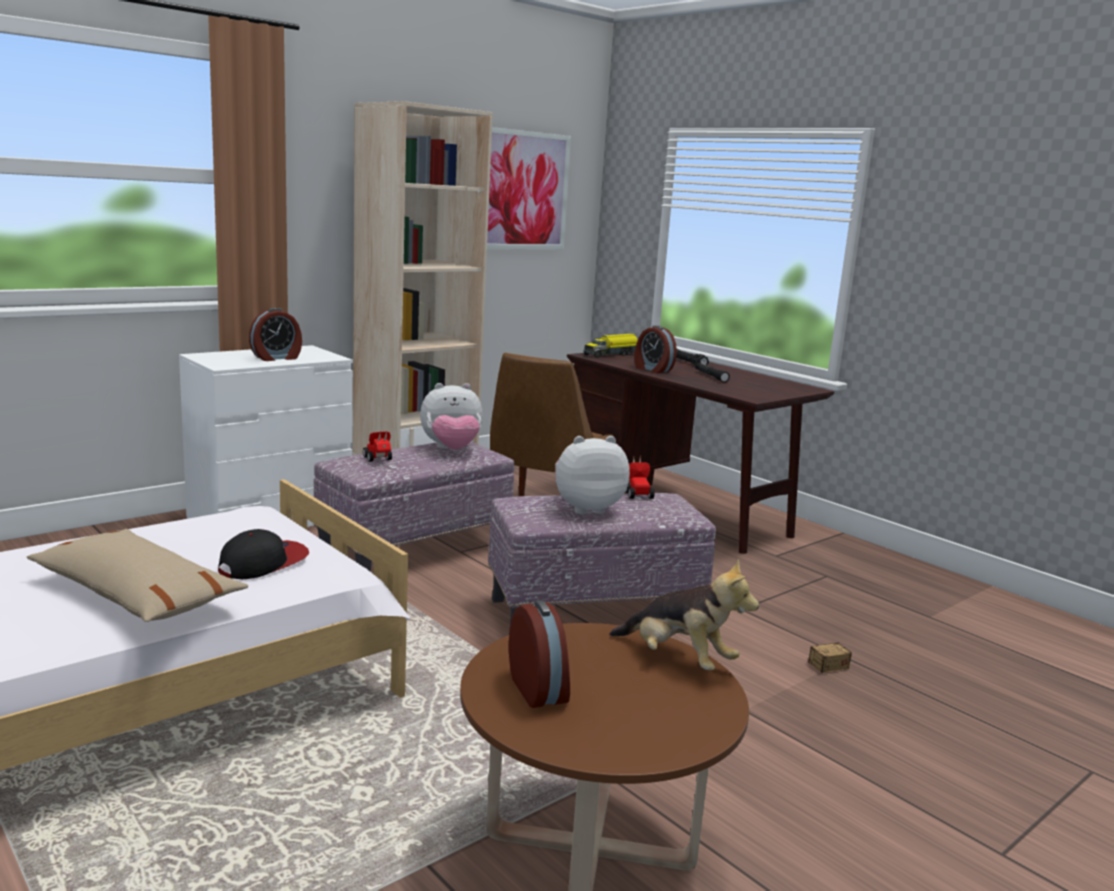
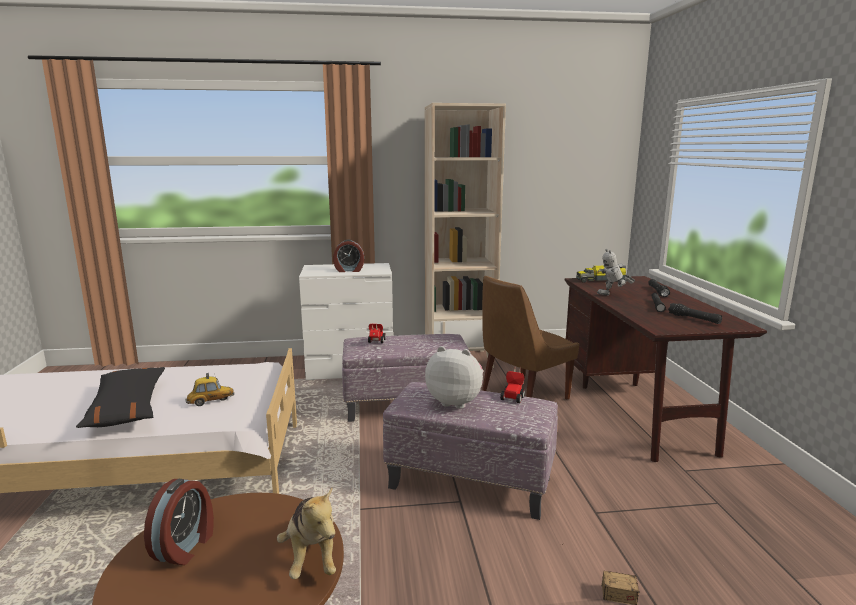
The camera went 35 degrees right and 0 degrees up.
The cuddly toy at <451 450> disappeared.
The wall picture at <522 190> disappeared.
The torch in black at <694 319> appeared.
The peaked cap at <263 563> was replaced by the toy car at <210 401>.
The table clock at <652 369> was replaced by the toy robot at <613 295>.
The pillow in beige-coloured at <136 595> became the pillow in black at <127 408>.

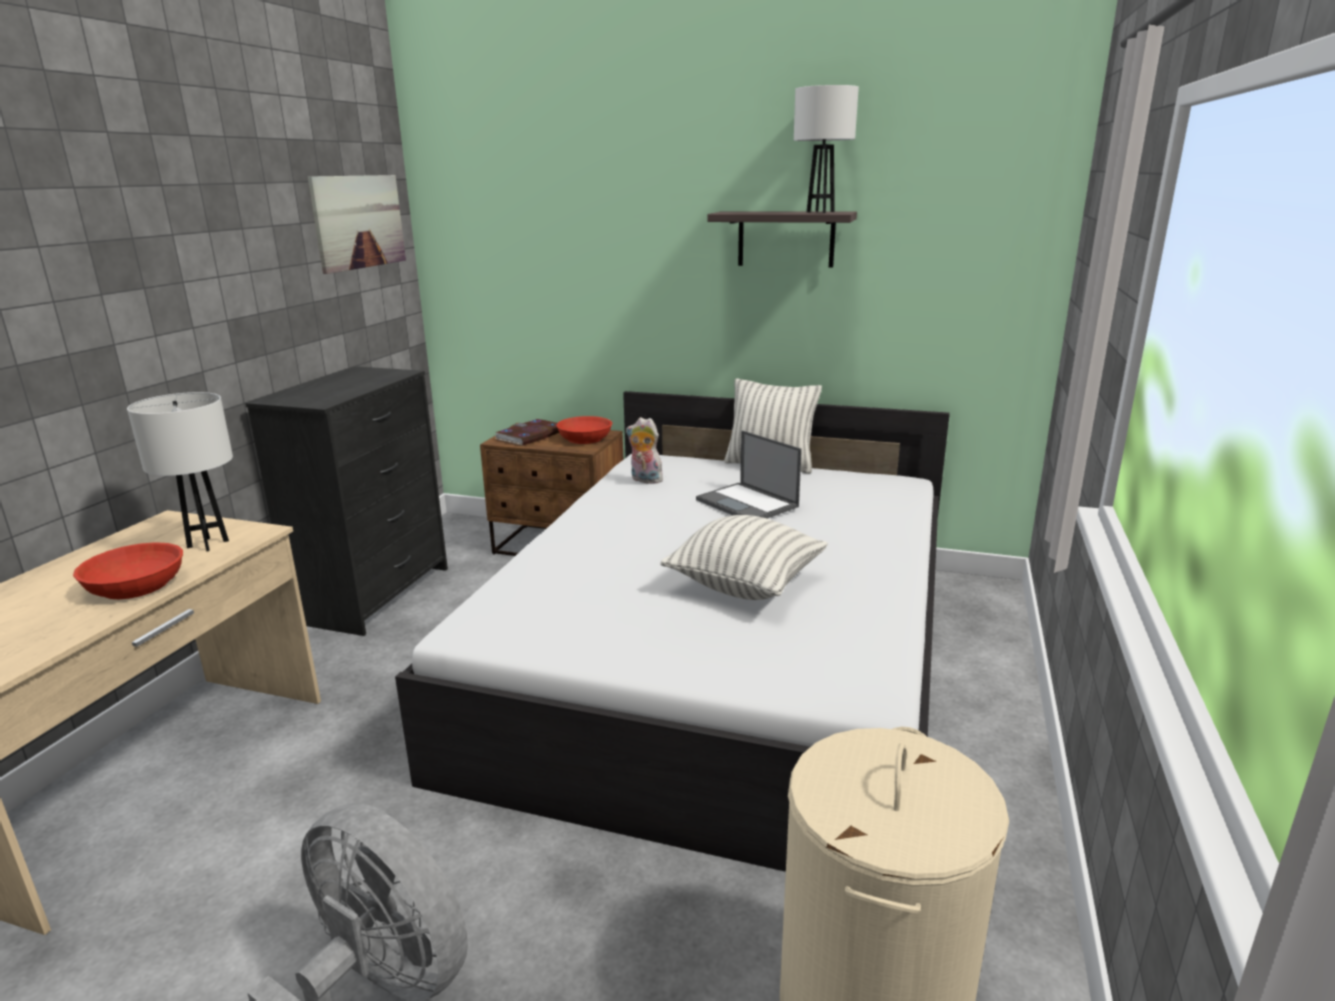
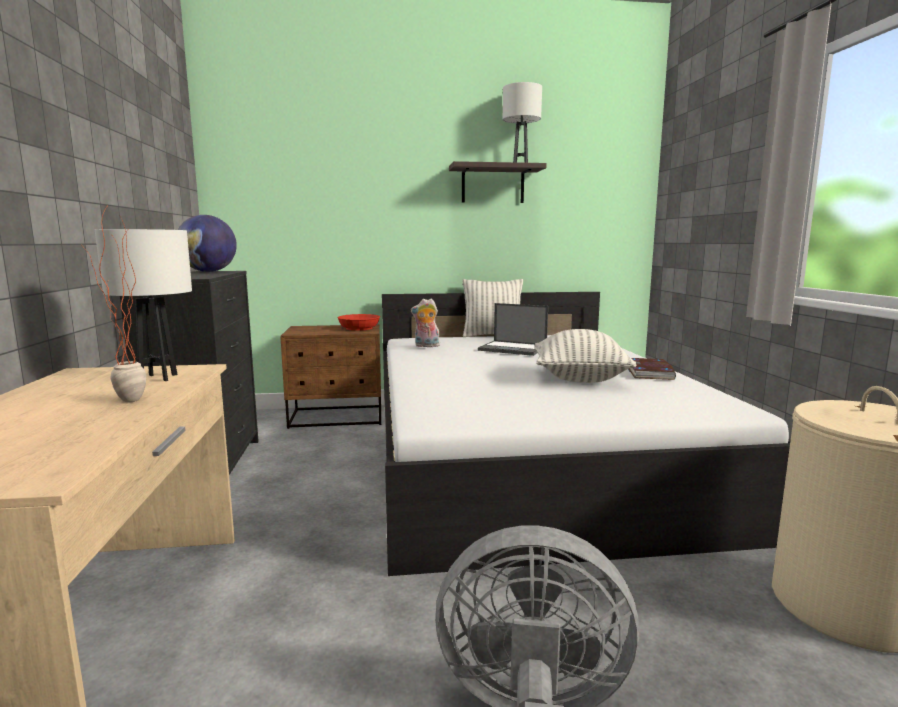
The camera went 25 degrees left and 10 degrees down.
The wall picture at <359 222> disappeared.
The desk globe at <209 271> appeared.
The volume moved from <530 436> to <650 372>.
The bowl in reddish at <136 585> was replaced by the plant in a pot at <127 403>.

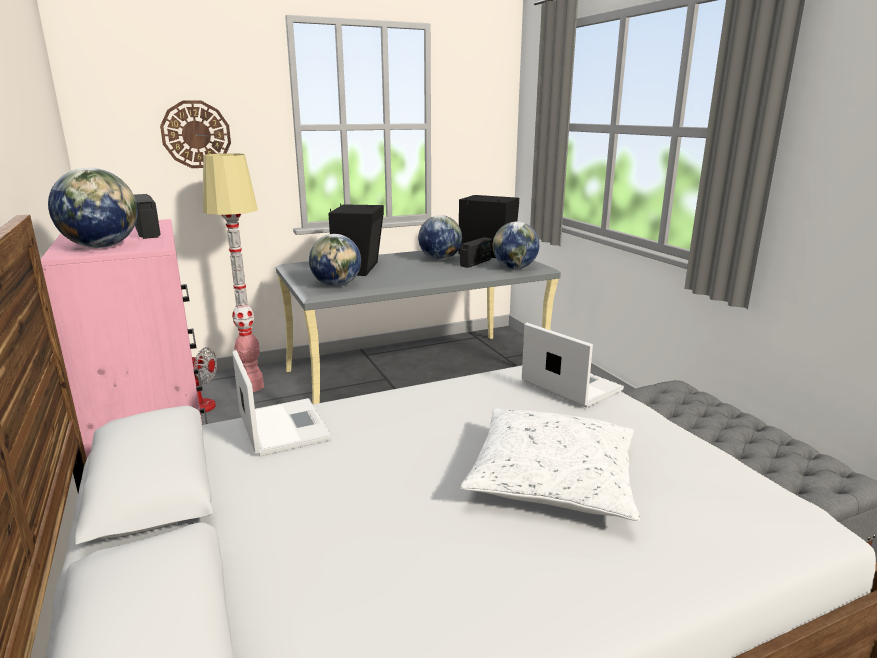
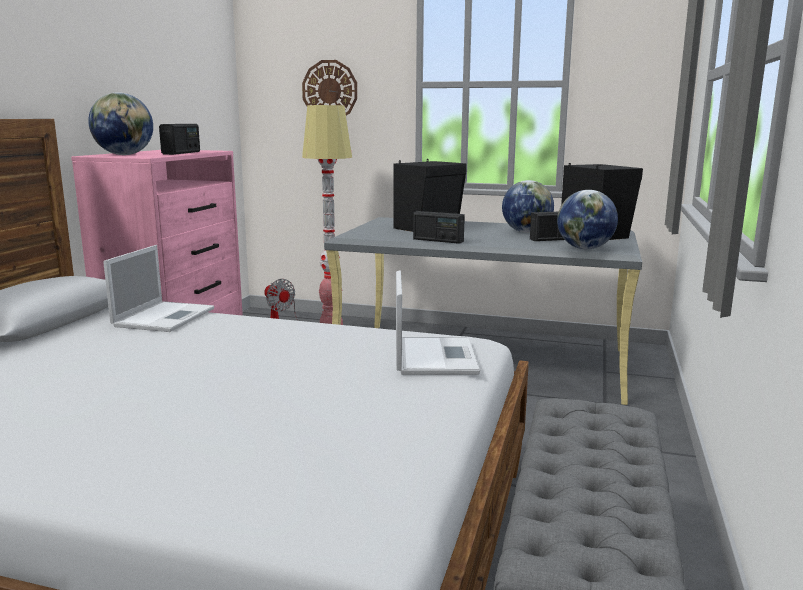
The camera went 40 degrees right and 5 degrees down.
The desk globe at <337 285> disappeared.
The pillow in white at <553 478> disappeared.
The radio receiver at <438 240> appeared.

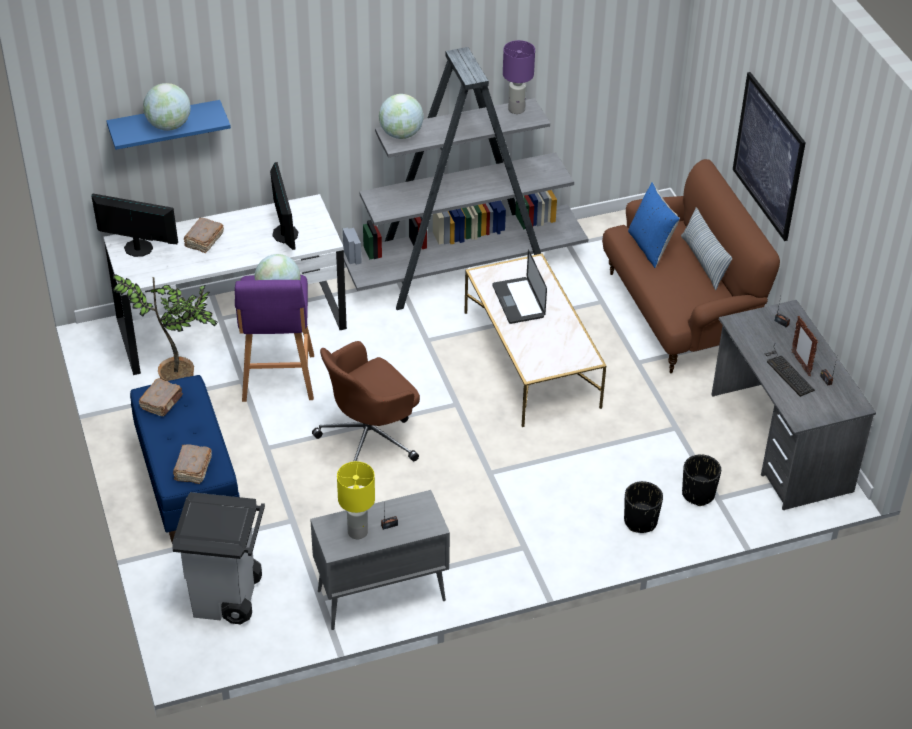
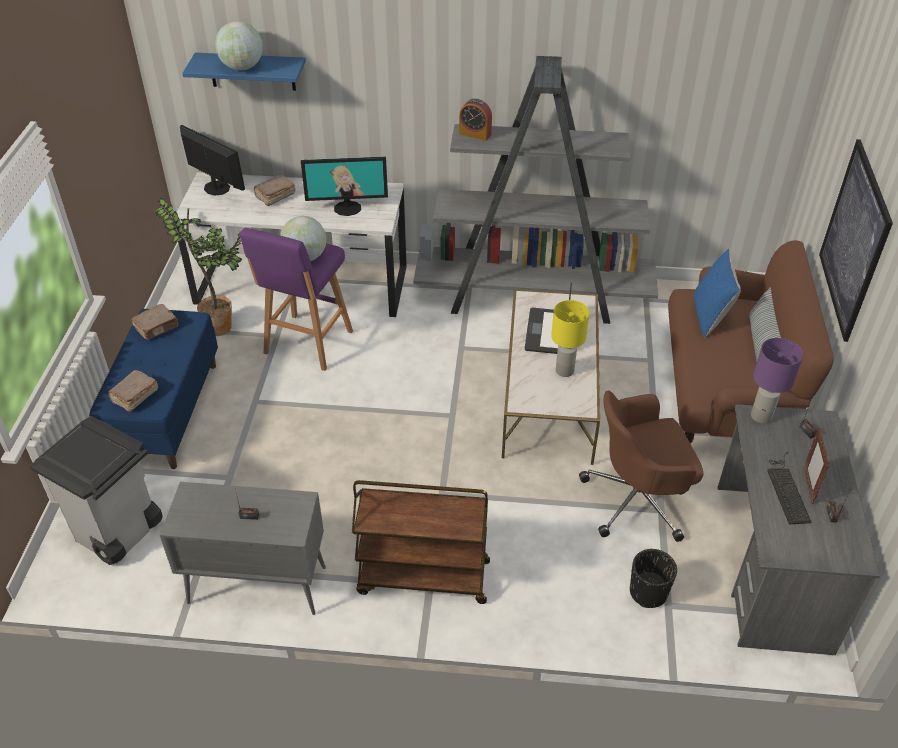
The camera went 25 degrees right and 0 degrees up.
The planter in black at <640 521> disappeared.
The cart in brownish at <422 578> appeared.
The computer chair in brownish moved from <370 438> to <638 500>.
The tabletop lamp in yellow moved from <357 532> to <564 370>.
The tabletop lamp in purple moved from <517 109> to <762 416>.
The desk globe at <401 134> was replaced by the table clock at <475 134>.
The computer screen at <284 234> turned 75 degrees clockwise.

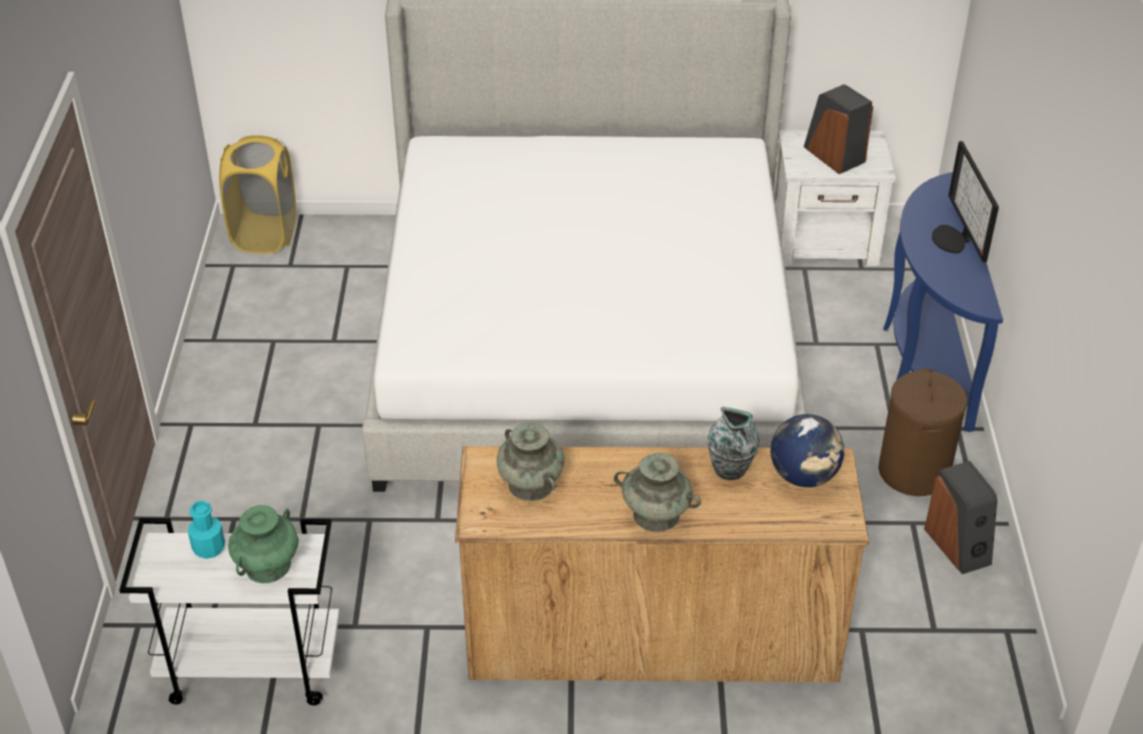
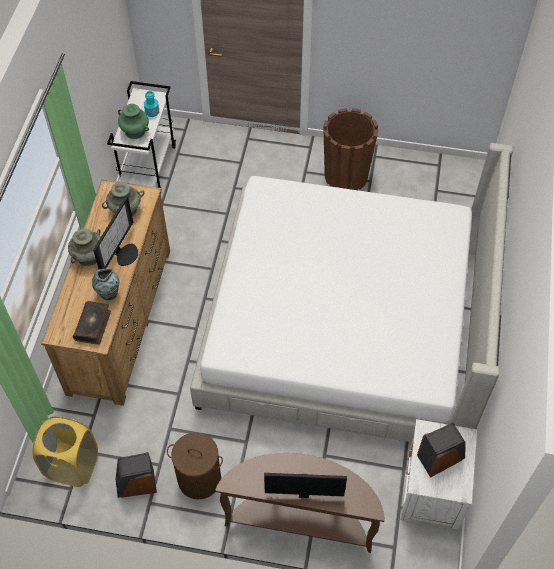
The camera went 100 degrees right and 15 degrees up.
The computer screen at <124 253> appeared.
The planter in brownish at <346 176> appeared.
The hamper in yellow moved from <265 235> to <72 466>.
The desk globe at <804 476> was replaced by the volume at <93 325>.
The narrow table in blue at <924 356> became the narrow table in brownish at <300 519>.

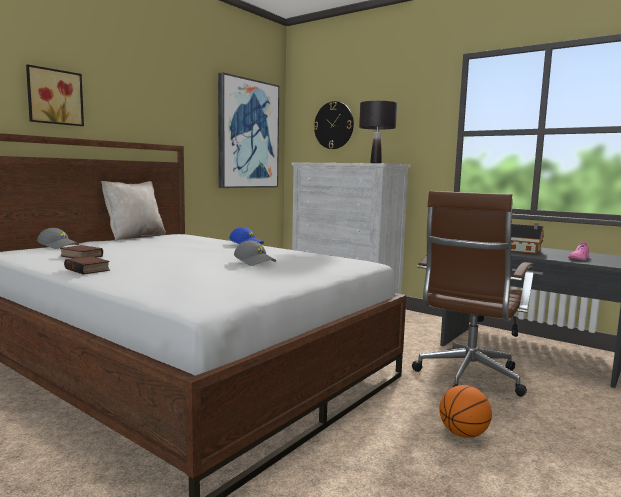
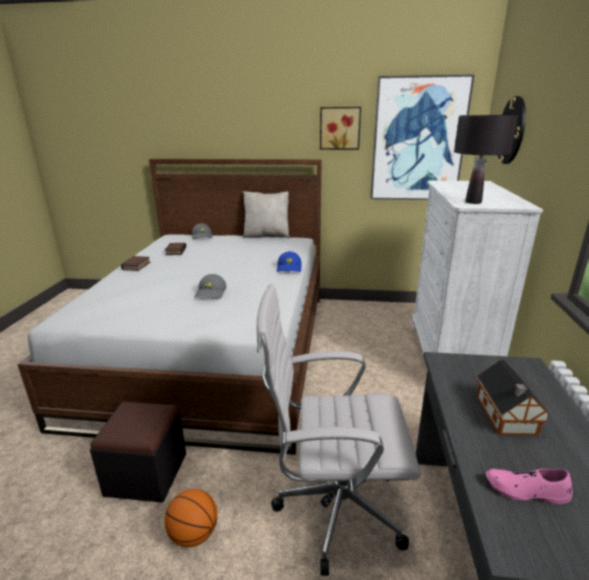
The camera went 60 degrees right and 15 degrees up.
The ottoman in black at <146 474> appeared.
The wall picture moved from <54 97> to <340 128>.
The computer chair in brownish at <467 379> became the computer chair in white at <333 509>.

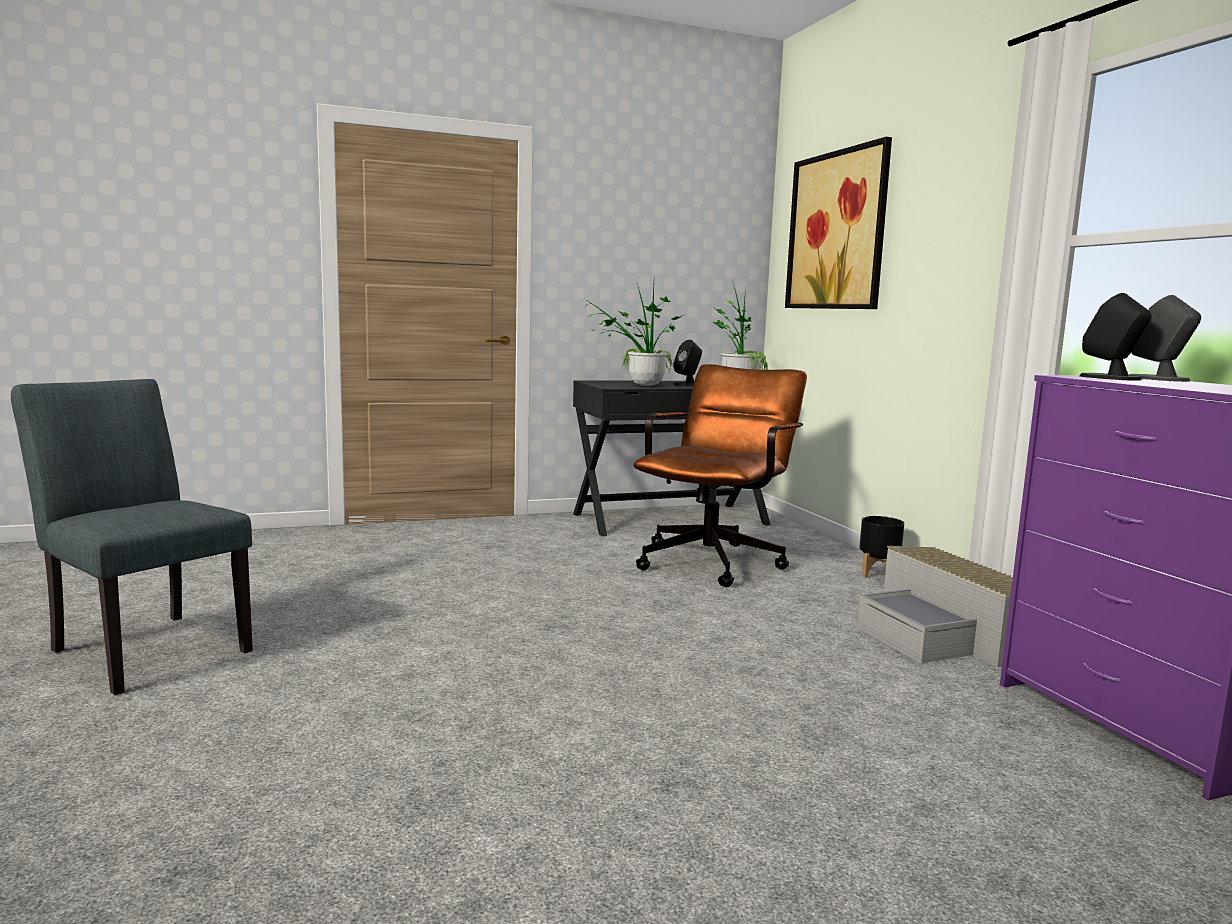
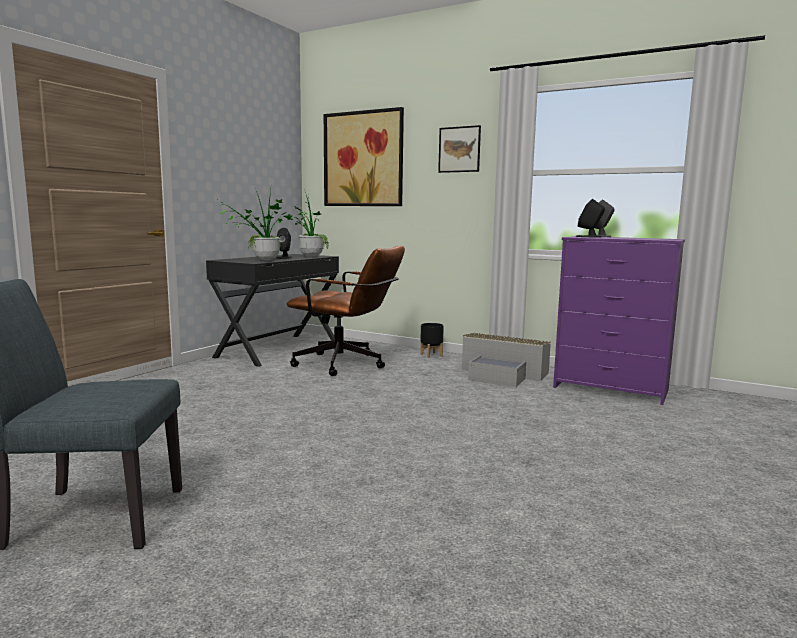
The camera went 40 degrees left and 0 degrees up.
The wall picture at <459 149> appeared.
The computer chair in brownish at <715 560> turned 120 degrees clockwise.

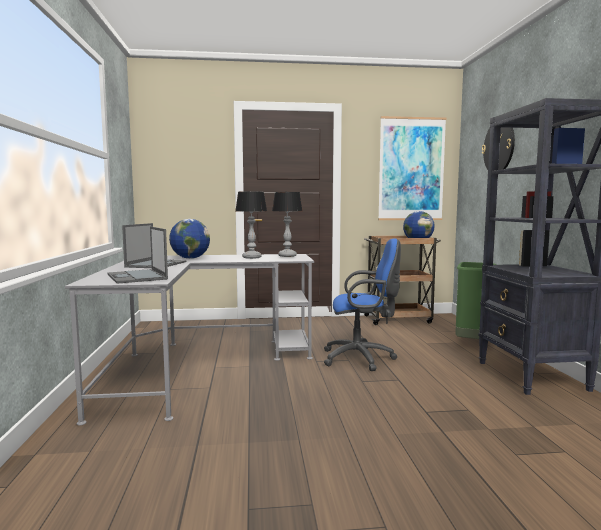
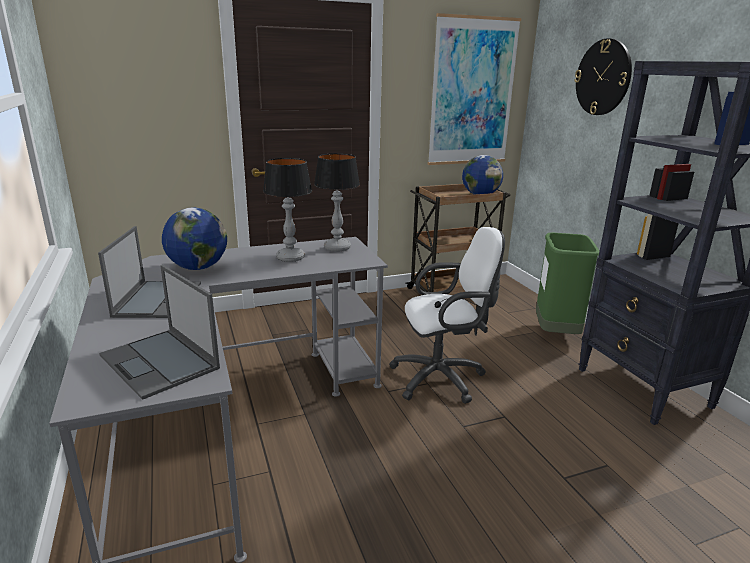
The camera went 15 degrees left and 15 degrees up.
The computer chair in blue at <362 358> became the computer chair in white at <442 378>.

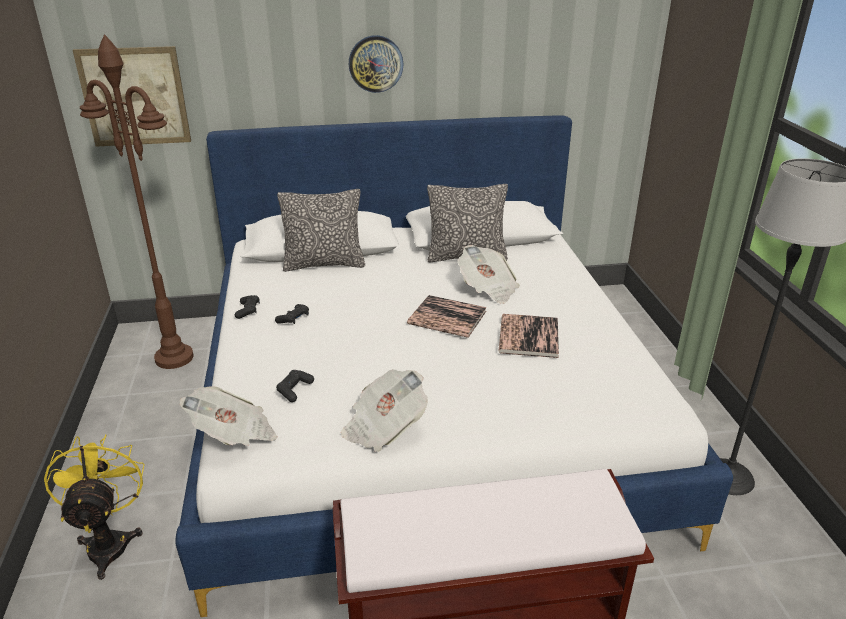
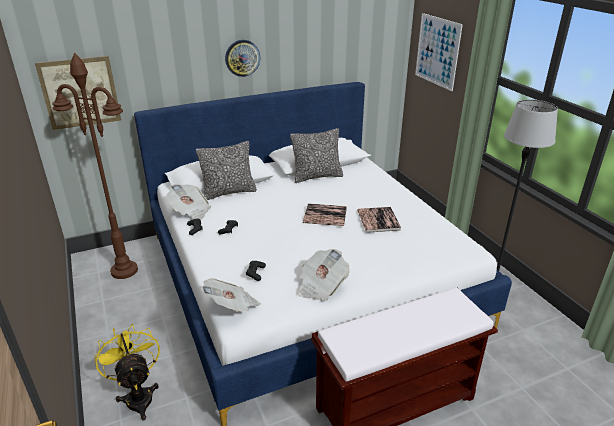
The camera went 15 degrees left and 0 degrees up.
The wall picture at <437 51> appeared.
The printed paper moved from <488 289> to <190 211>.

